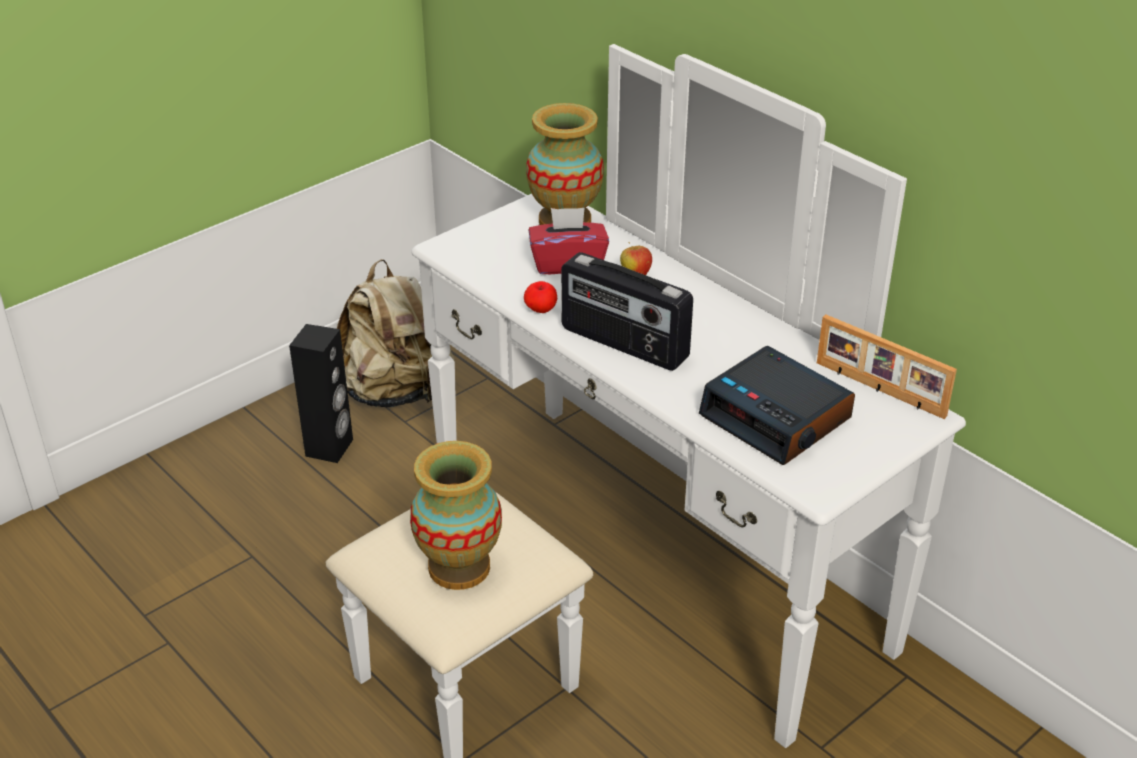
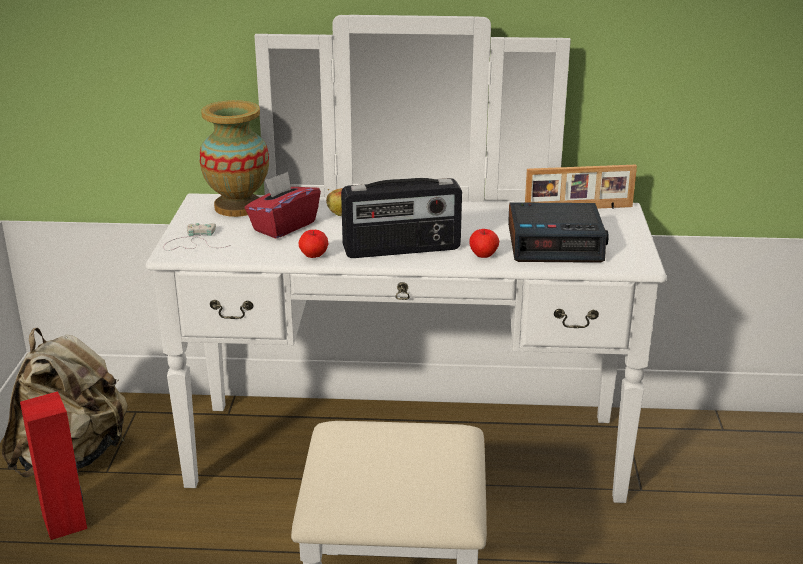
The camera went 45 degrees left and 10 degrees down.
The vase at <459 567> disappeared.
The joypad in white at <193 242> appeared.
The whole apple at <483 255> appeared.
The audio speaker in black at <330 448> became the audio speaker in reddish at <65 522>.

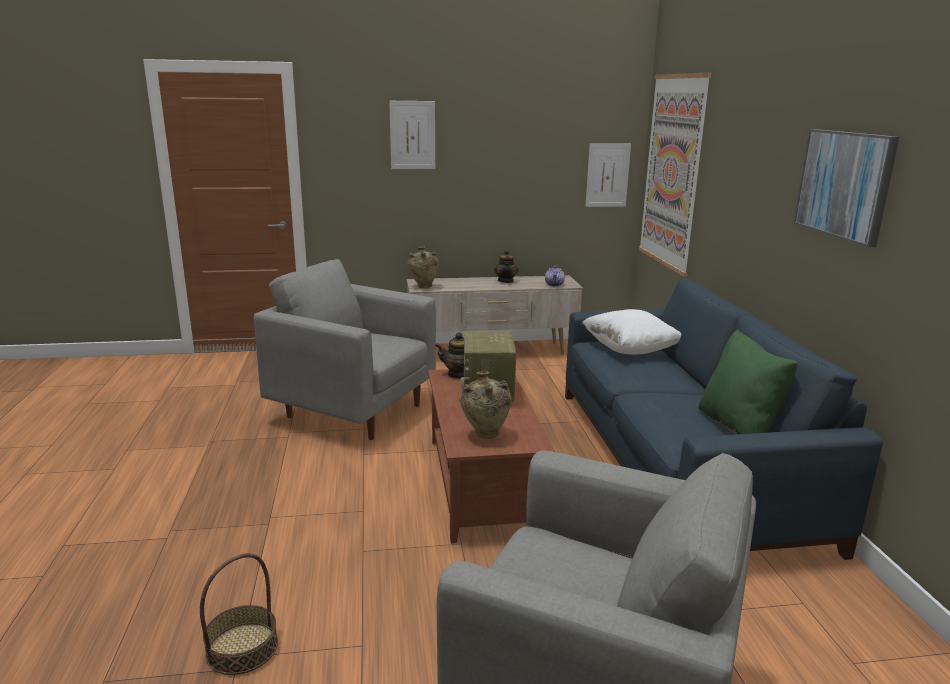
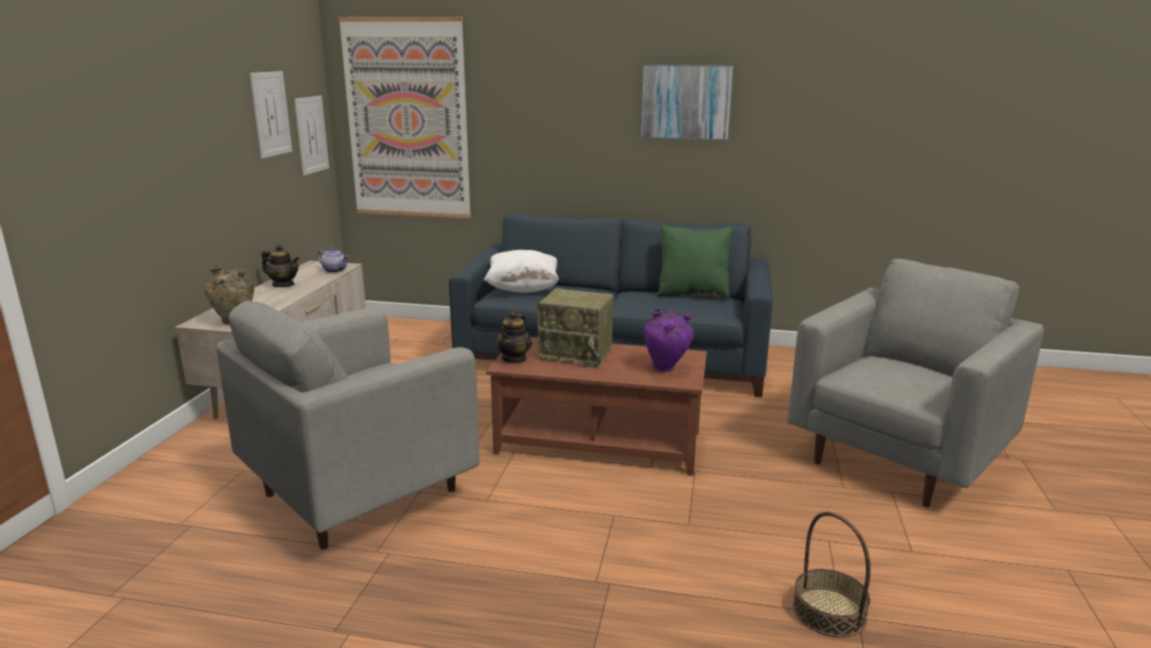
The camera went 70 degrees left and 0 degrees up.
The wall picture moved from <412 135> to <271 114>.
The vase in beige-coloured at <485 435> became the vase in purple at <666 369>.

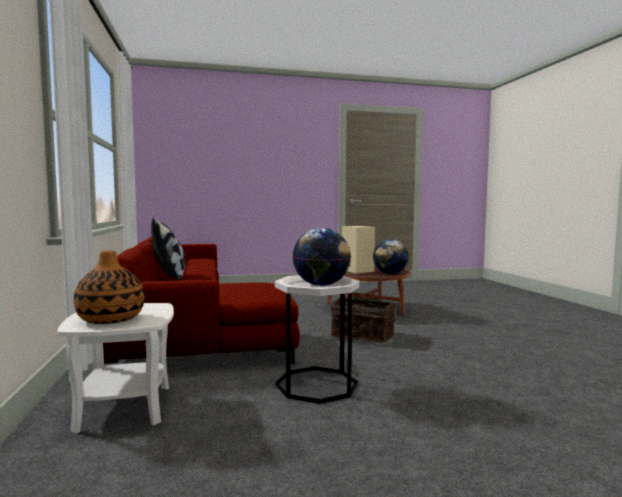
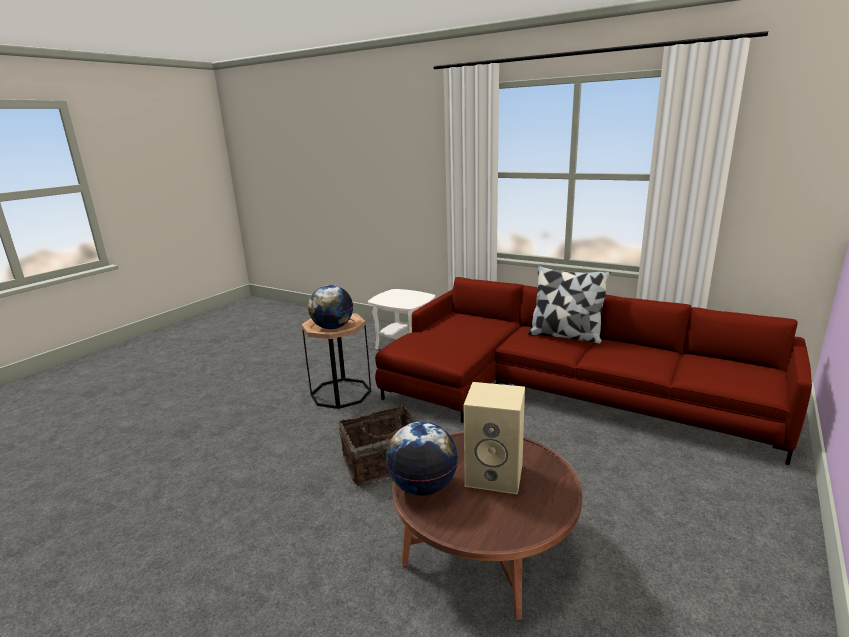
The camera went 135 degrees right and 15 degrees up.
The vase at <111 319> disappeared.
The side table in white at <316 384> became the side table in brownish at <341 393>.

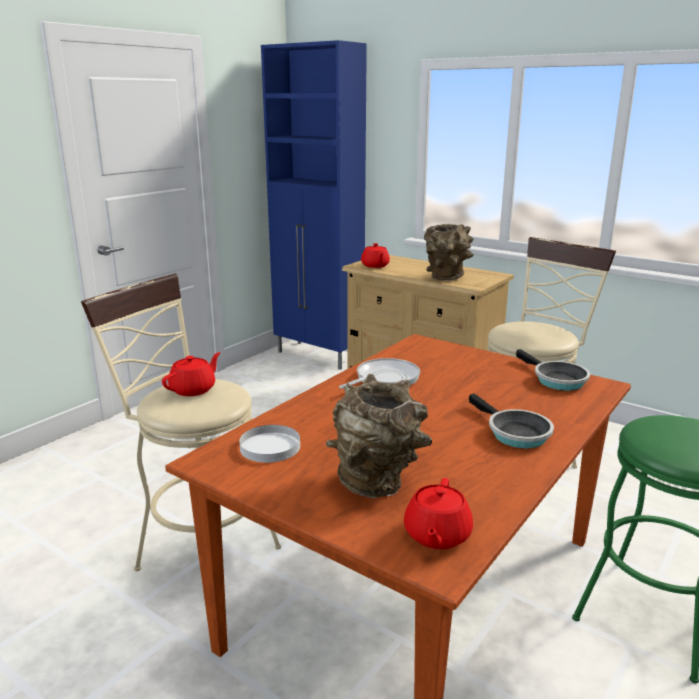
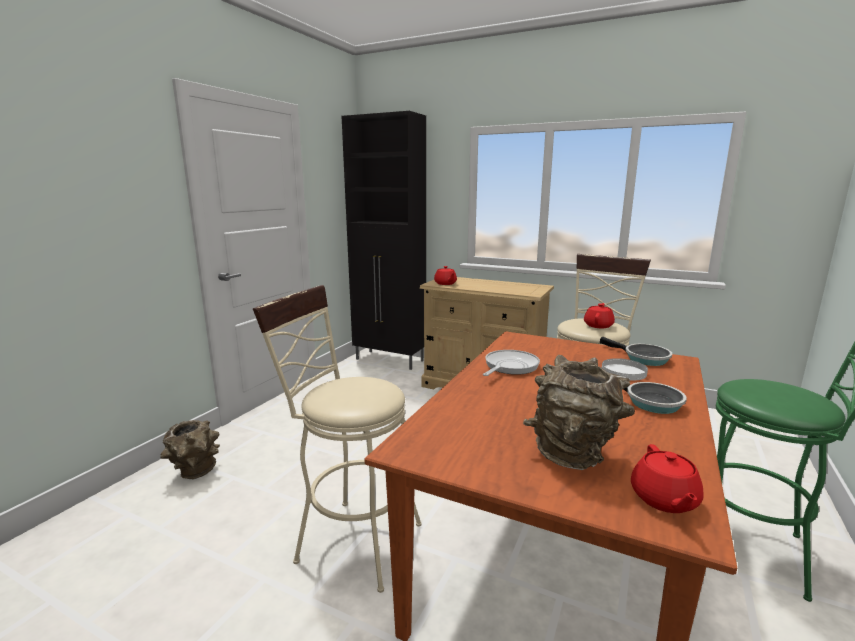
The camera went 10 degrees left and 5 degrees down.
The tea pot in reddish moved from <194 389> to <598 325>.
The flat dish in white moved from <270 446> to <623 372>.
The vase in brownish moved from <446 278> to <195 473>.
The storage cabinet in blue at <319 356> became the storage cabinet in black at <390 360>.

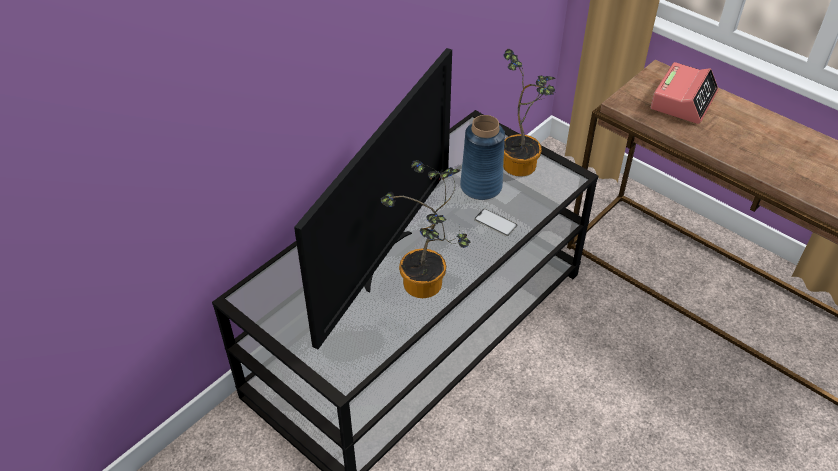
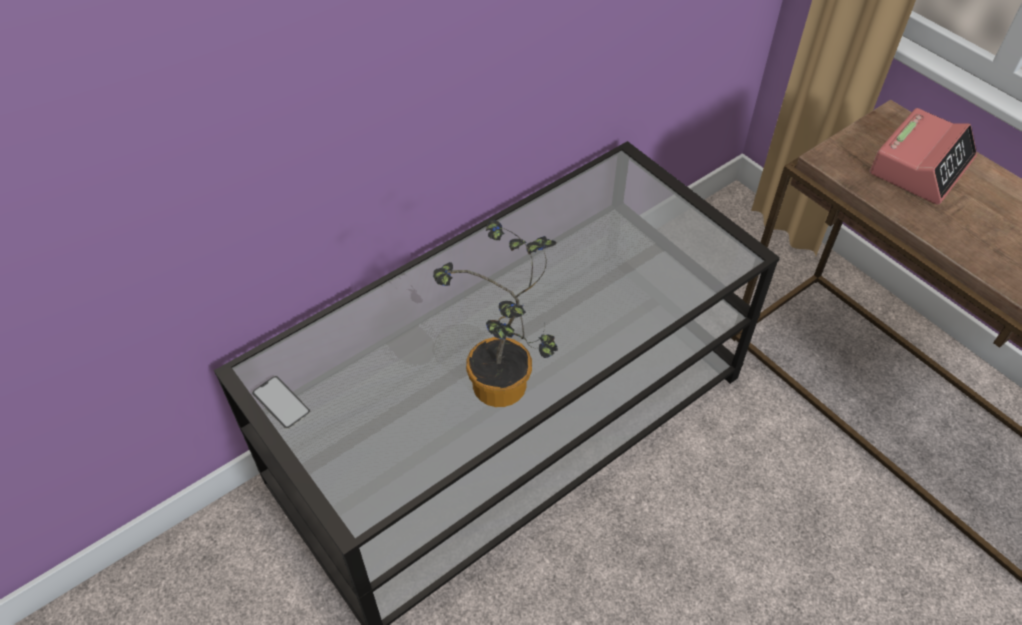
The camera went 10 degrees right and 5 degrees up.
The TV set at <382 258> disappeared.
The vase in blue at <481 186> disappeared.
The plant in a pot at <522 163> disappeared.
The telephone moved from <495 222> to <281 402>.

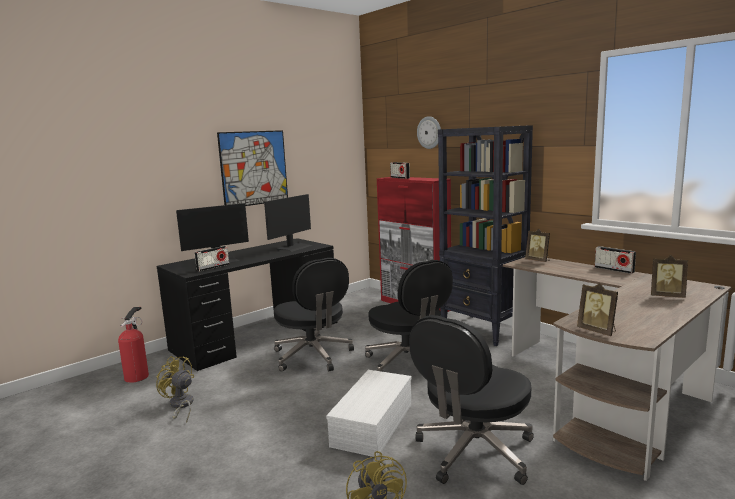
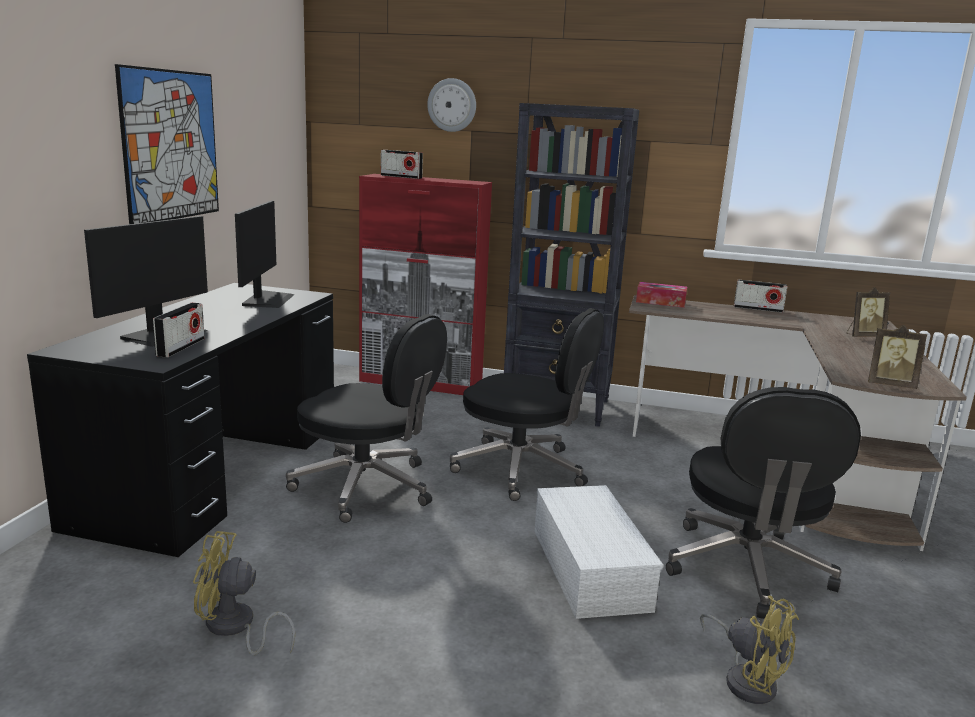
The camera went 35 degrees left and 5 degrees up.
The fire extinguisher at <138 376> disappeared.
The standing frame at <538 260> was replaced by the box of tissues at <660 302>.

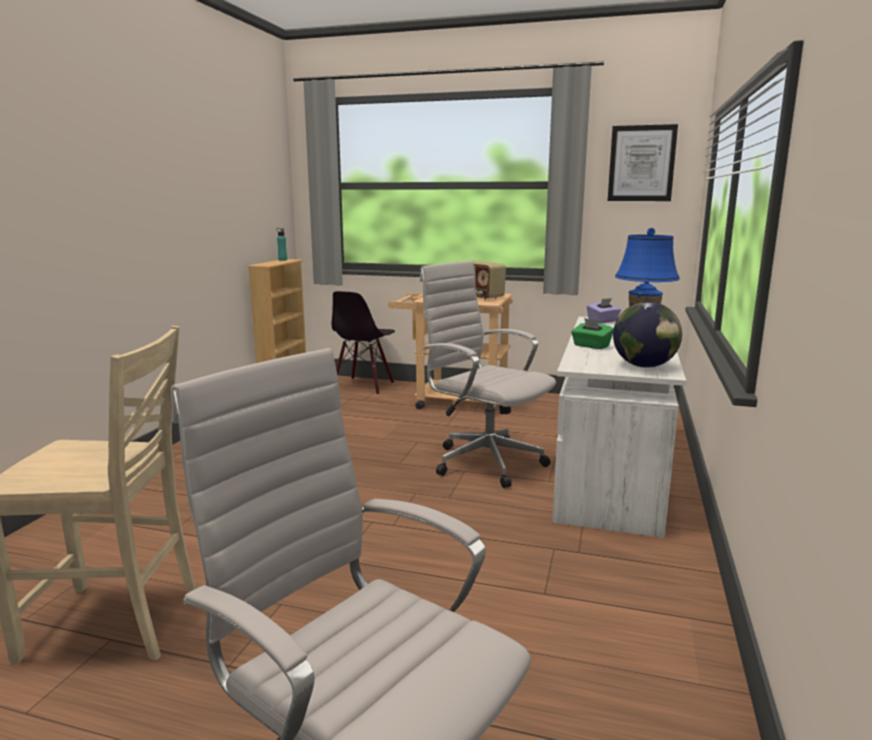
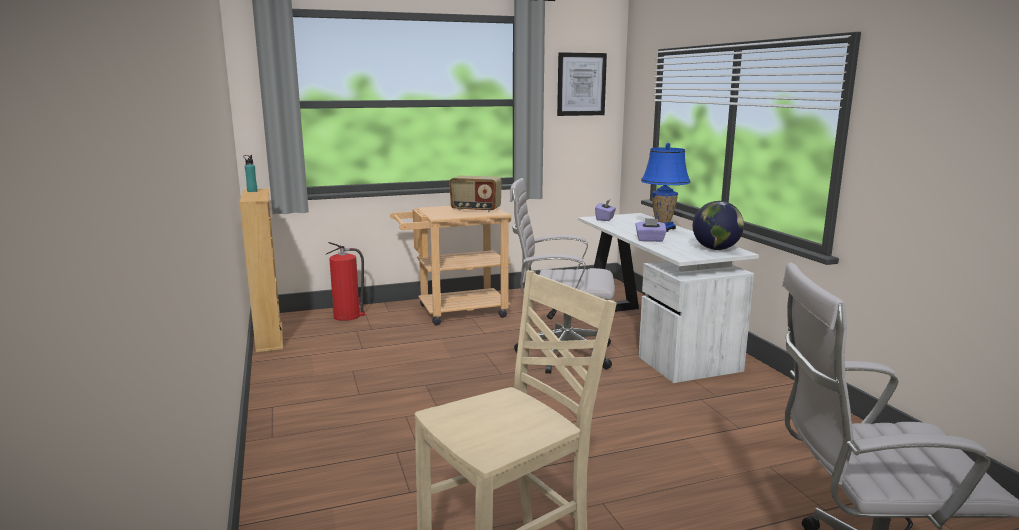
The camera went 35 degrees left and 0 degrees up.
The chair in black at <363 386> was replaced by the fire extinguisher at <347 316>.
The box of tissues in green at <591 346> became the box of tissues in purple at <650 240>.

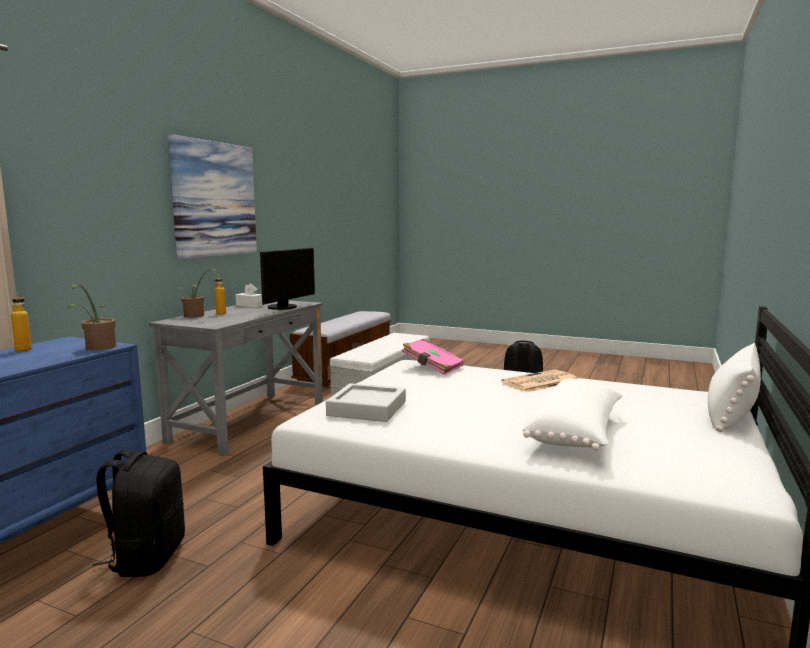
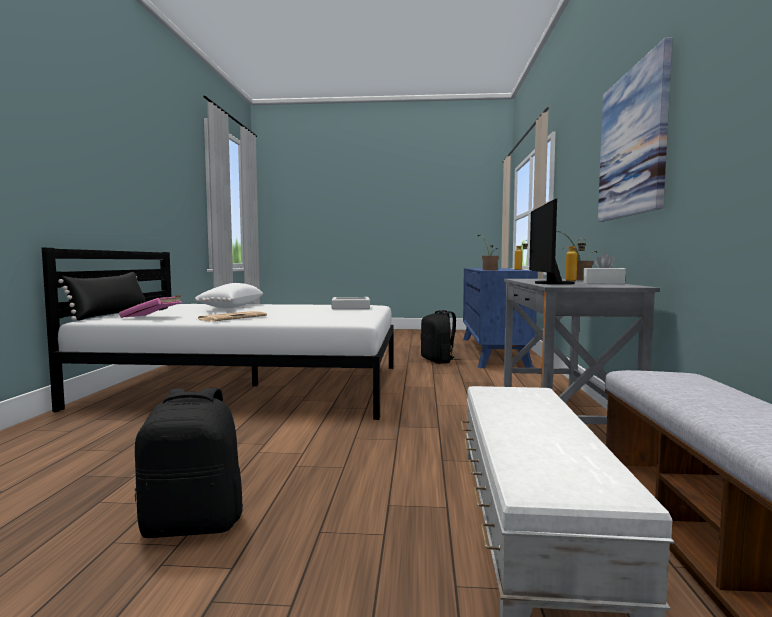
The camera went 160 degrees right and 5 degrees down.
The volume in pink-coloured moved from <432 367> to <152 317>.
The pillow in white at <731 412> became the pillow in black at <110 315>.

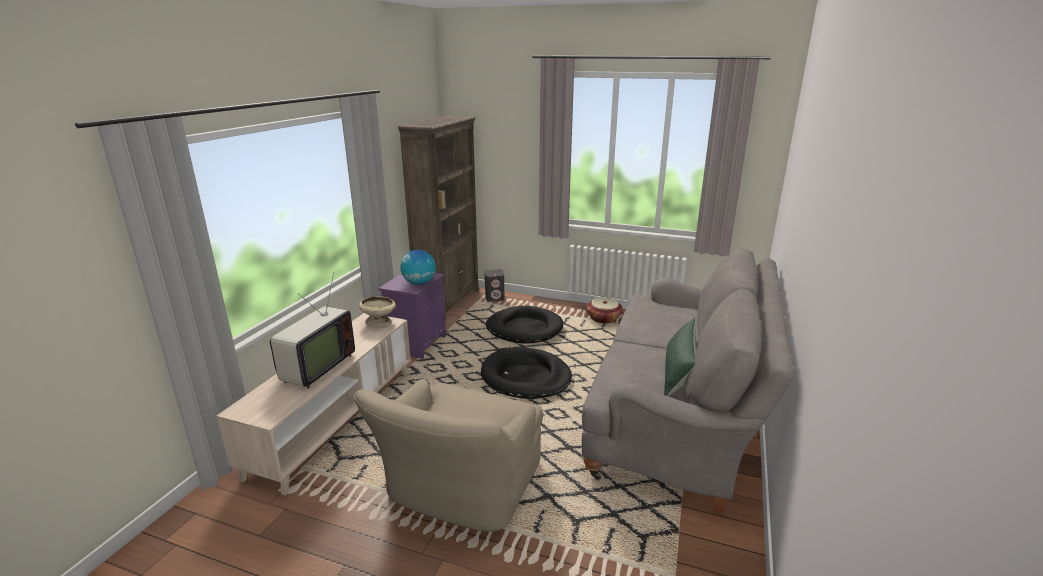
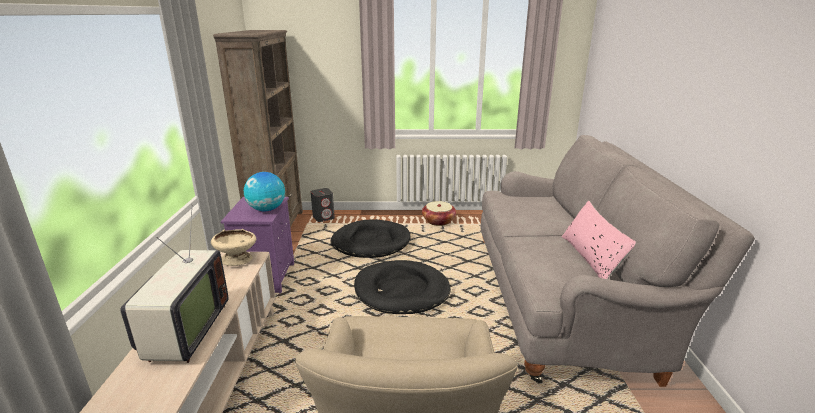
The camera went 20 degrees left and 0 degrees up.
The pillow in green at <678 374> became the pillow in pink-coloured at <591 258>.

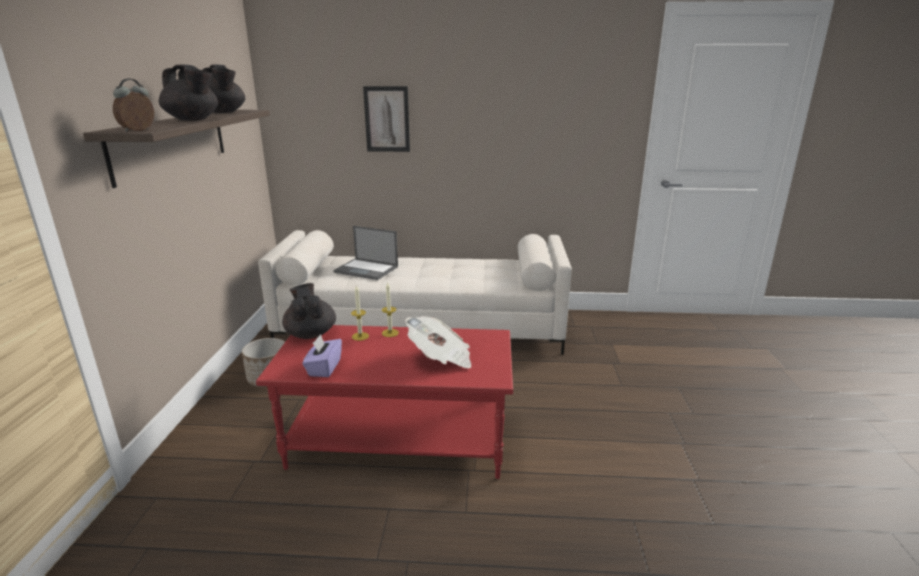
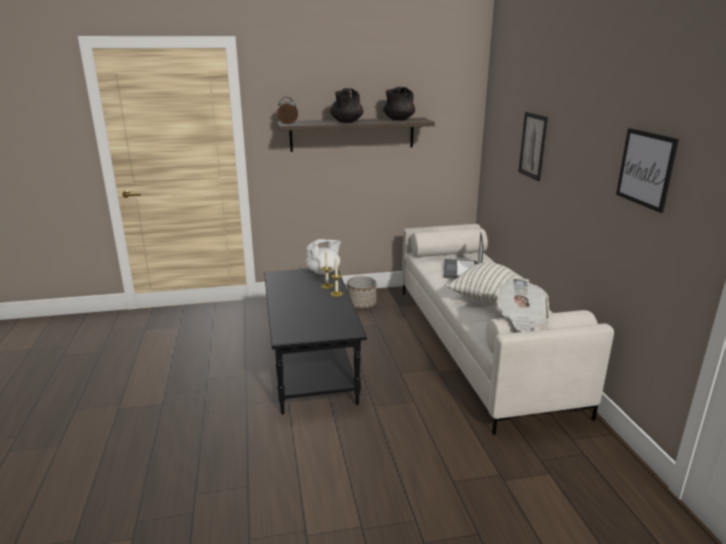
The camera went 75 degrees right and 0 degrees up.
The box of tissues in purple at <324 368> disappeared.
The pillow at <486 299> appeared.
The wall picture at <646 169> appeared.
The printed paper moved from <440 358> to <521 318>.
The coffee table in reddish at <400 440> became the coffee table in black at <312 366>.
The tea pot in black at <310 334> became the tea pot in white at <324 272>.

